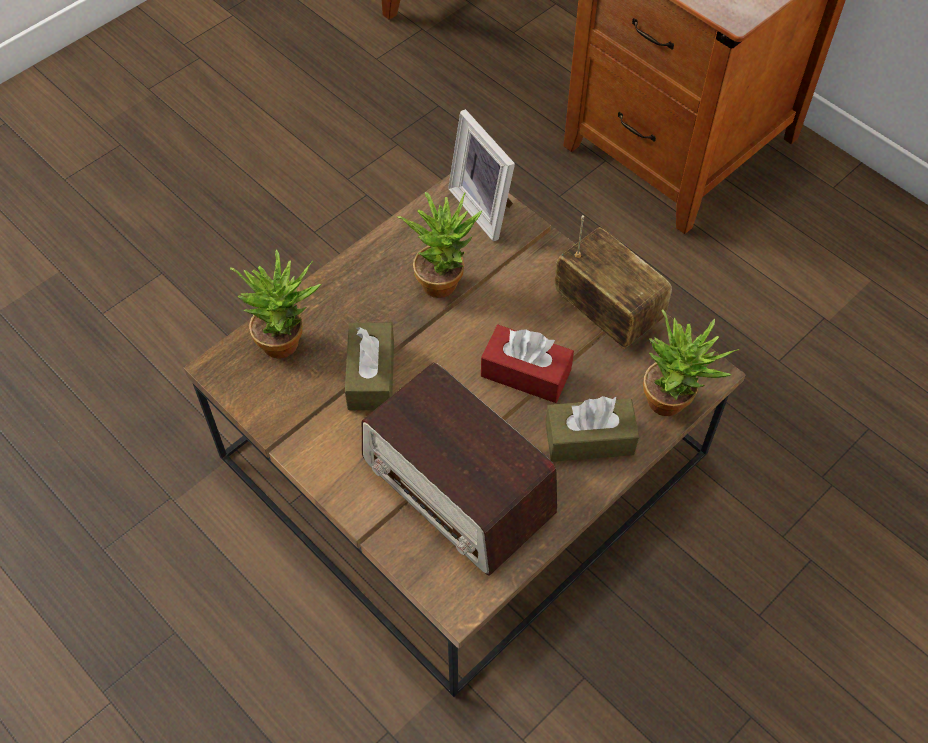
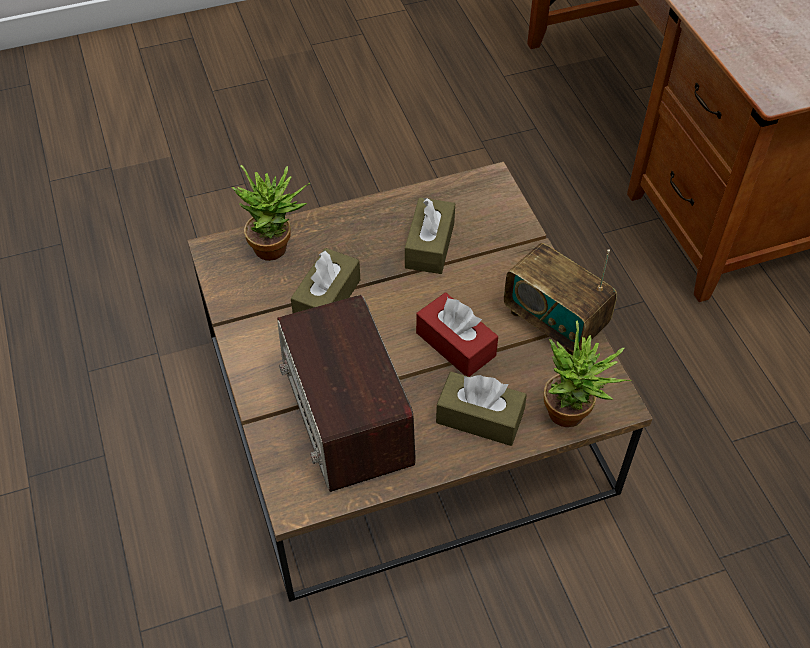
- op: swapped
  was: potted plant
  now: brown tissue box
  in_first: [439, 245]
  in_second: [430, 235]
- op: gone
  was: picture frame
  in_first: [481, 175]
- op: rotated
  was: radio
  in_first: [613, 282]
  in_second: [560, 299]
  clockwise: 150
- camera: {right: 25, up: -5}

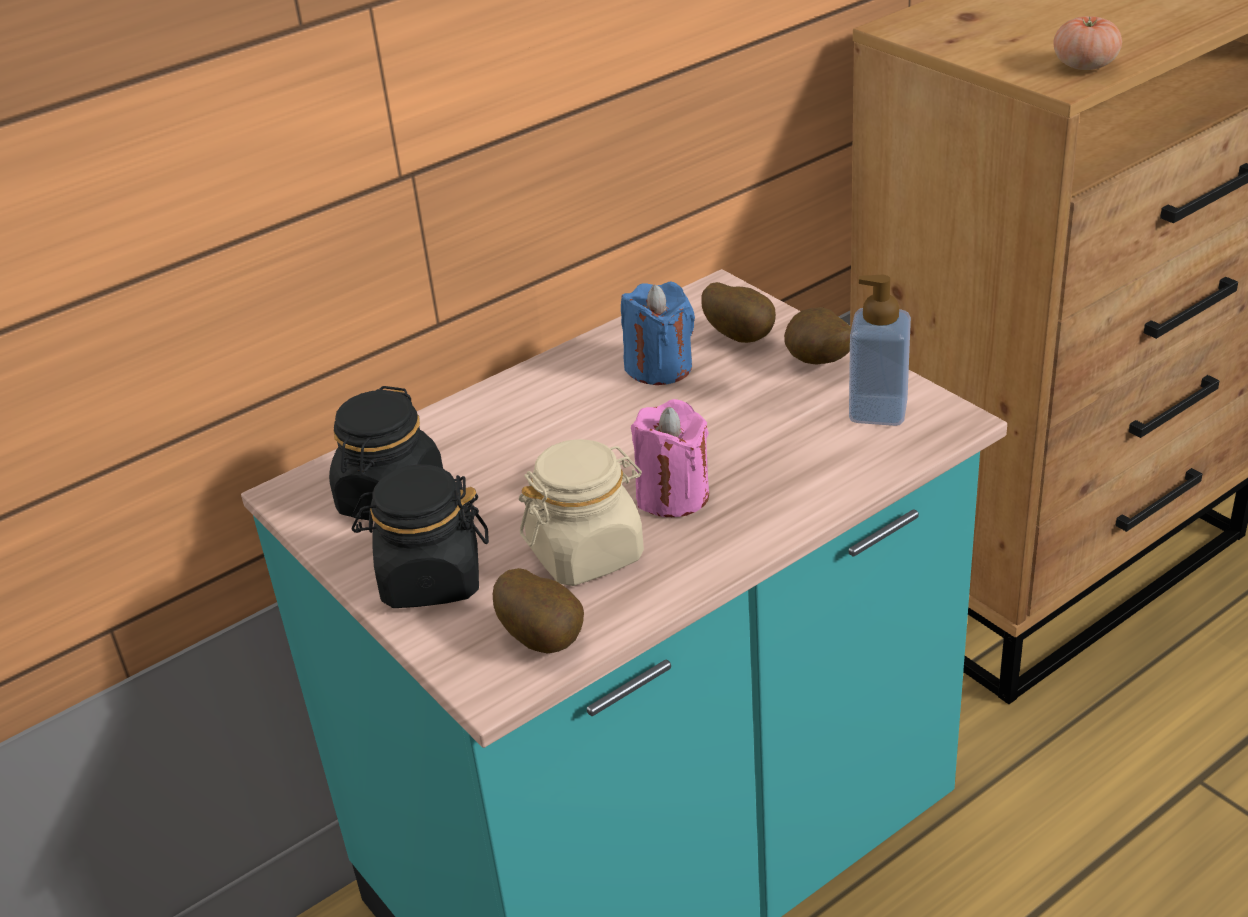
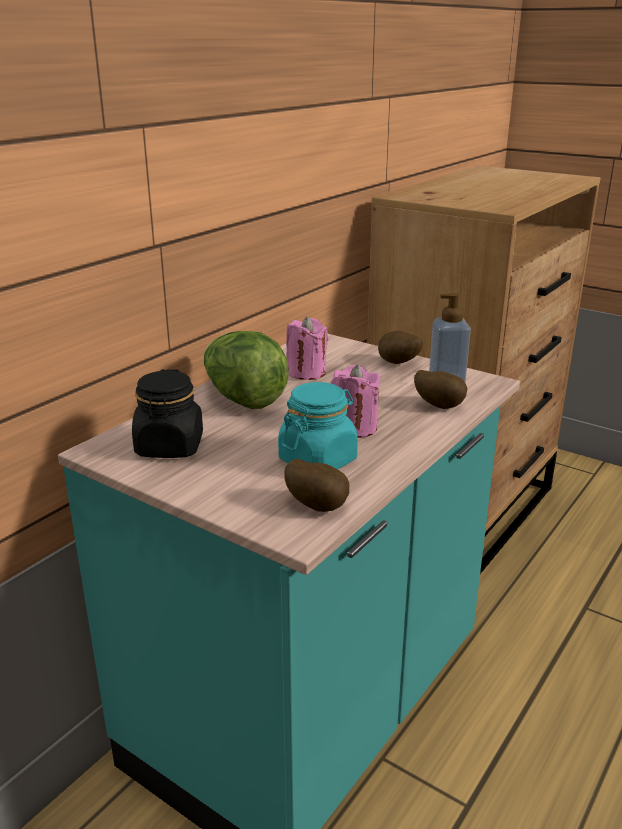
- op: gone
  was: black jar
  in_first: [420, 536]
- op: repainted
  was: beige jar
  now: turquoise jar
  in_first: [581, 512]
  in_second: [318, 425]
- op: repainted
  was: blue candle
  now: pink candle
  in_first: [658, 333]
  in_second: [307, 348]
- op: shifted
  was: potato
  in_first: [738, 312]
  in_second: [440, 389]
- op: gone
  was: tomato
  in_first: [1087, 43]
- op: new
  now: lettuce
  in_second: [246, 370]
- camera: {right: -20, up: -10}

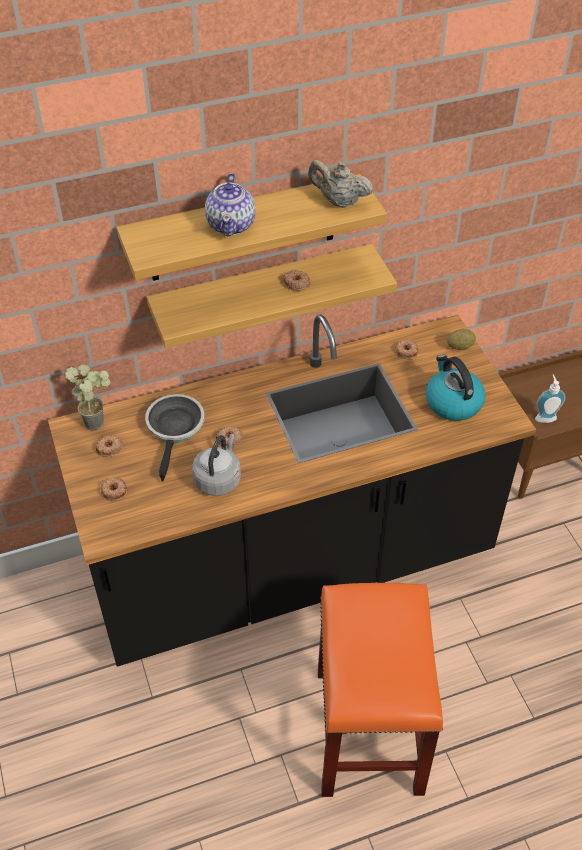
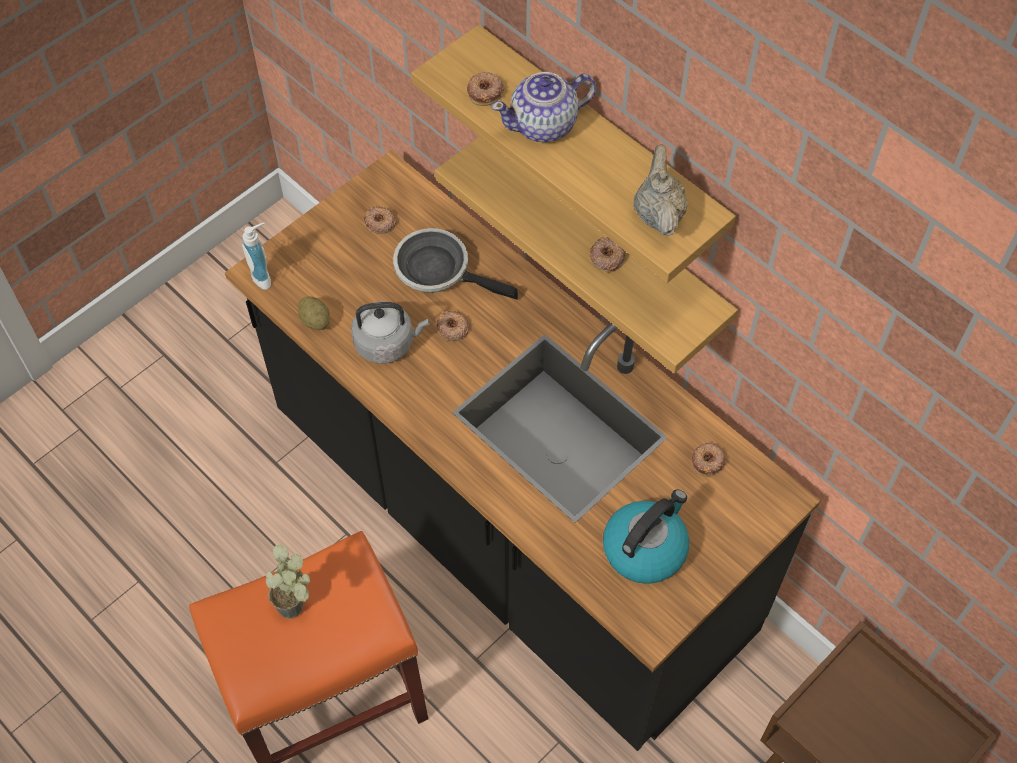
- op: shifted
  was: potted plant
  in_first: [88, 398]
  in_second: [288, 581]
- op: shifted
  was: donut
  in_first: [114, 489]
  in_second: [485, 89]
- op: rotated
  was: frying pan
  in_first: [175, 437]
  in_second: [455, 264]
  clockwise: -135
- op: shifted
  was: potato
  in_first: [461, 339]
  in_second: [314, 313]
- op: shifted
  was: soap dispenser
  in_first: [550, 398]
  in_second: [256, 256]
- camera: {right: 65, up: 10}

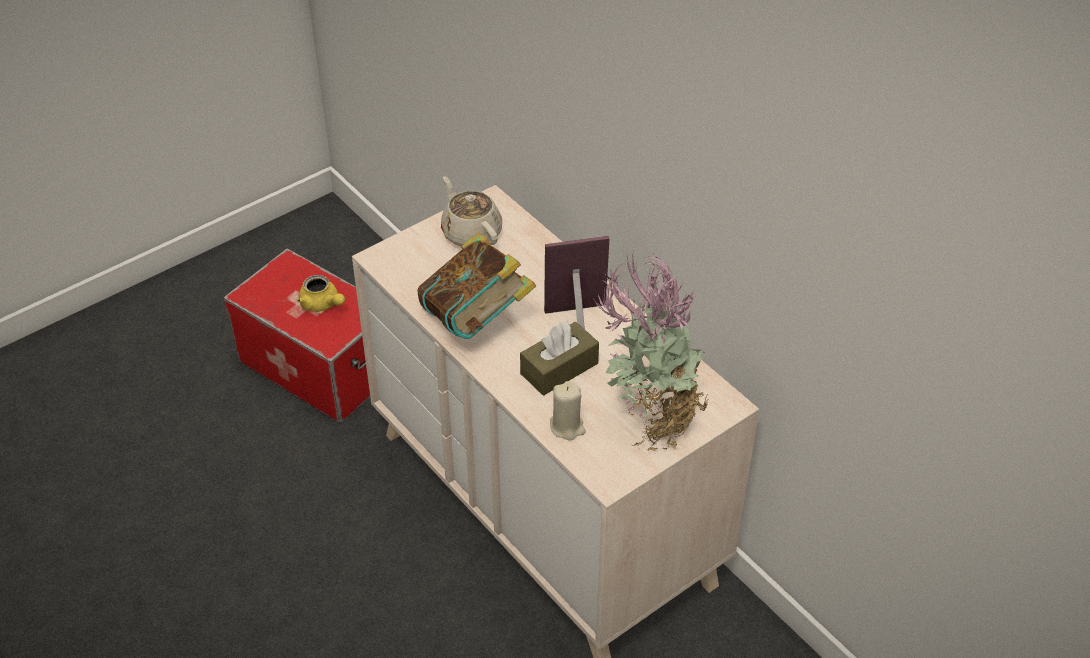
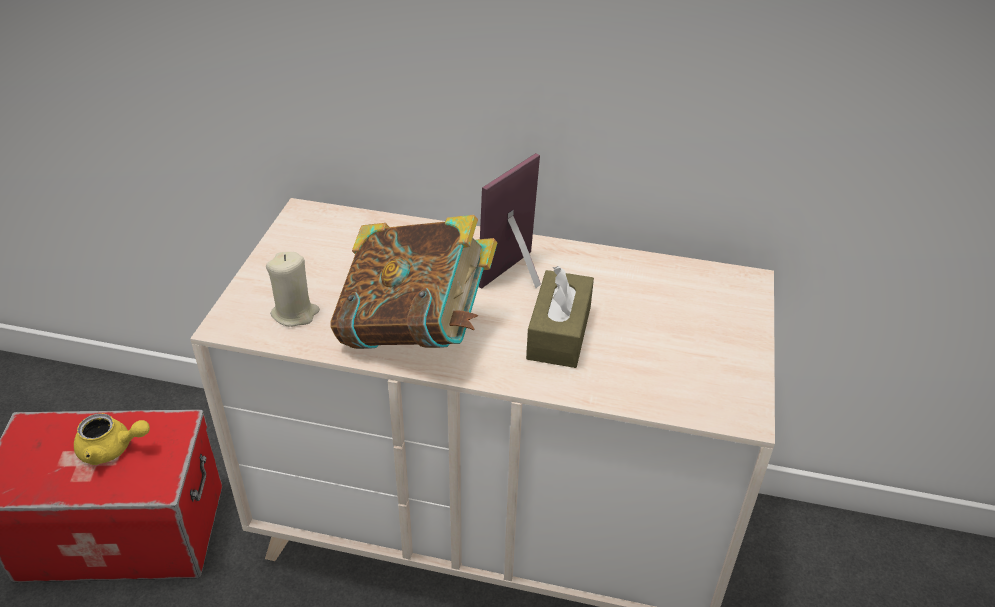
- op: gone
  was: beige teapot
  in_first: [471, 211]
- op: shifted
  was: beige candle
  in_first: [568, 410]
  in_second: [293, 289]
- op: gone
  was: potted plant
  in_first: [652, 351]
- camera: {right: -40, up: -5}

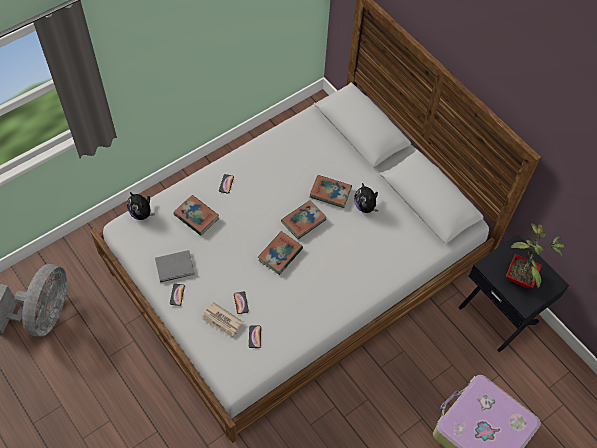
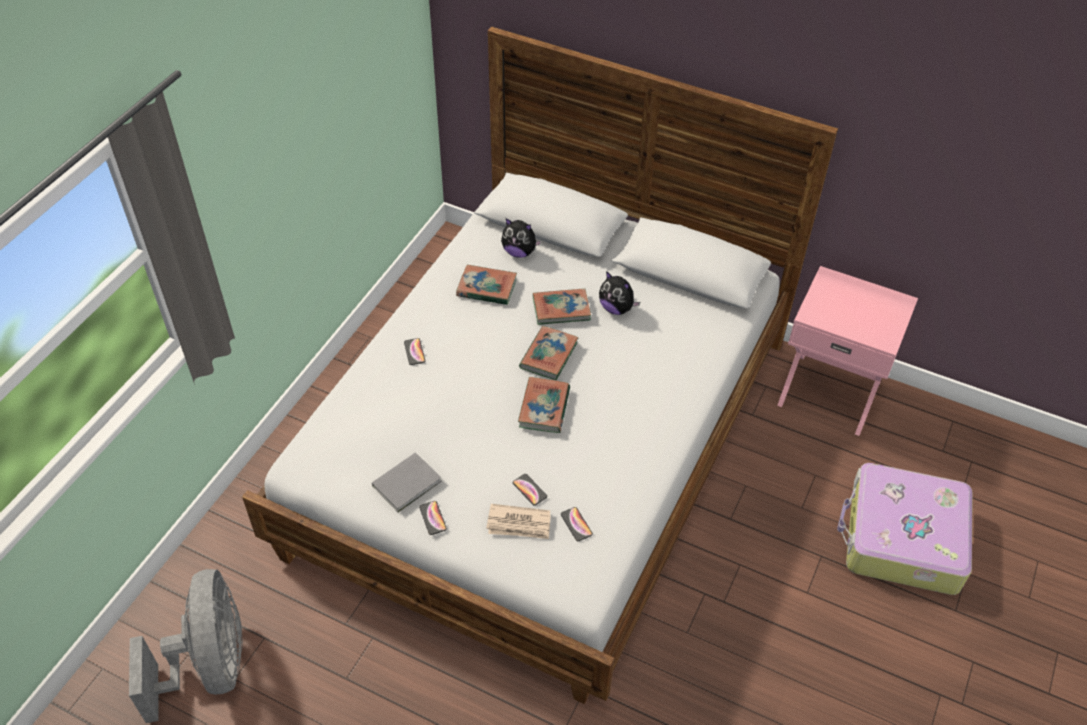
- op: shifted
  was: plush toy
  in_first: [141, 205]
  in_second: [521, 238]
- op: shifted
  was: book
  in_first: [196, 215]
  in_second: [486, 285]
- op: repainted
  was: black nightstand
  now: pink nightstand
  in_first: [513, 293]
  in_second: [847, 351]
- op: gone
  was: potted plant
  in_first: [536, 256]
- camera: {right: -25, up: -10}

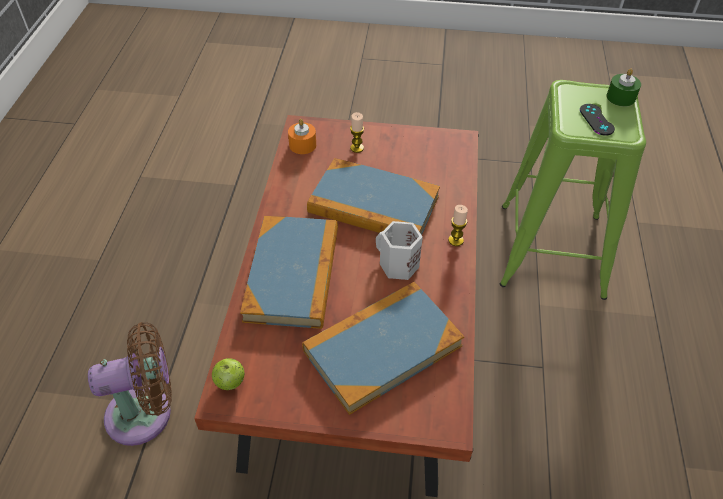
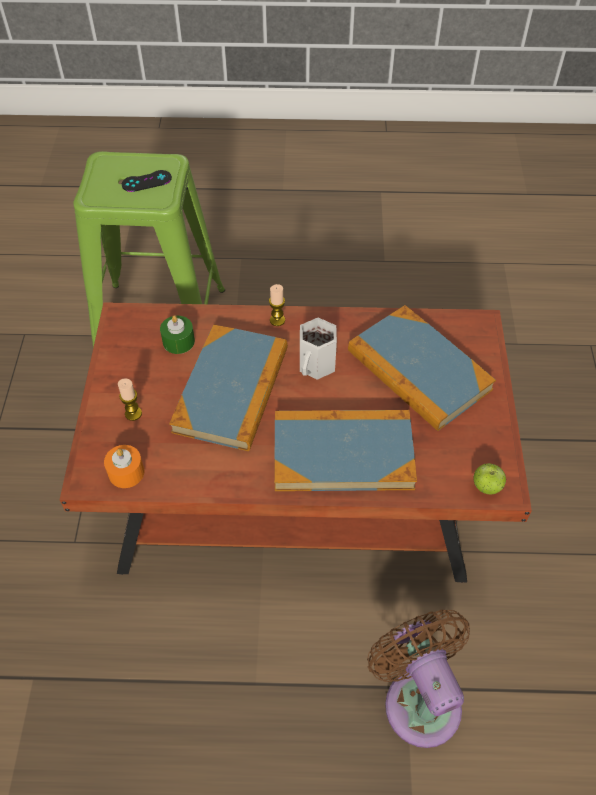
- op: shifted
  was: green candle
  in_first: [623, 88]
  in_second: [177, 334]
- camera: {right: -95, up: 5}

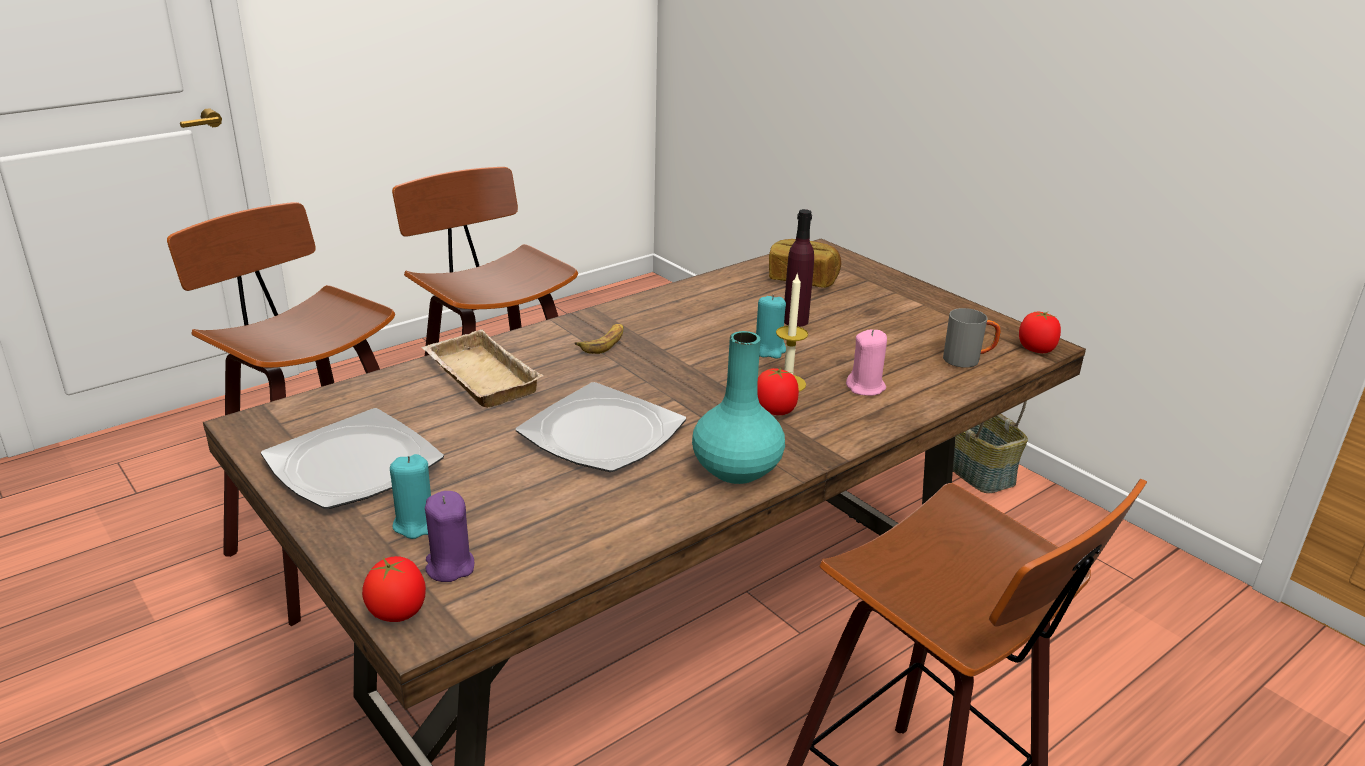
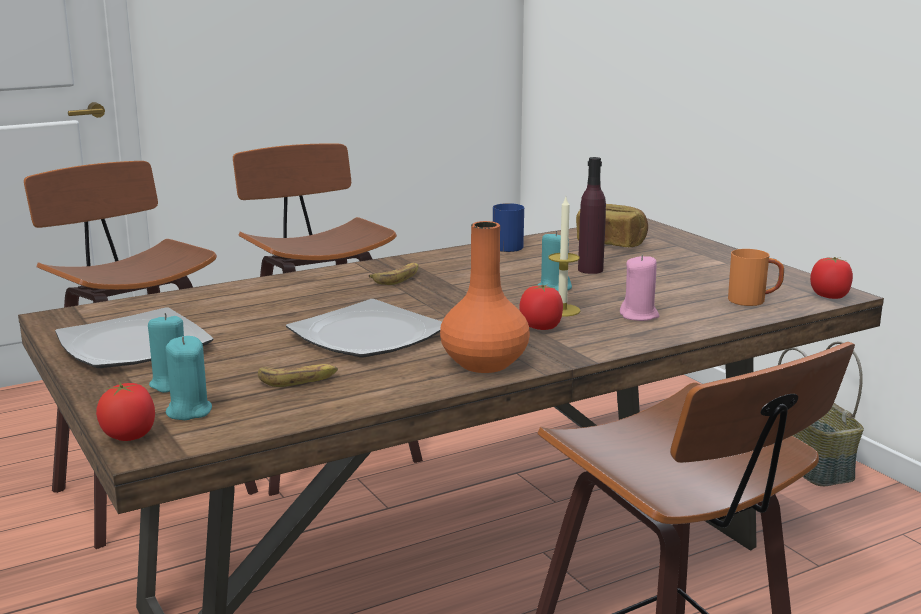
- op: gone
  was: beige tray
  in_first: [482, 369]
- op: repainted
  was: purple candle
  now: turquoise candle
  in_first: [449, 536]
  in_second: [189, 378]
- op: repainted
  was: turquoise vase
  now: orange vase
  in_first: [738, 407]
  in_second: [485, 297]
- op: repainted
  was: grey mug
  now: orange mug
  in_first: [972, 338]
  in_second: [756, 277]
- op: new
  now: banana
  in_second: [298, 375]
- op: new
  now: blue mug
  in_second: [508, 227]
- camera: {right: 10, up: -10}

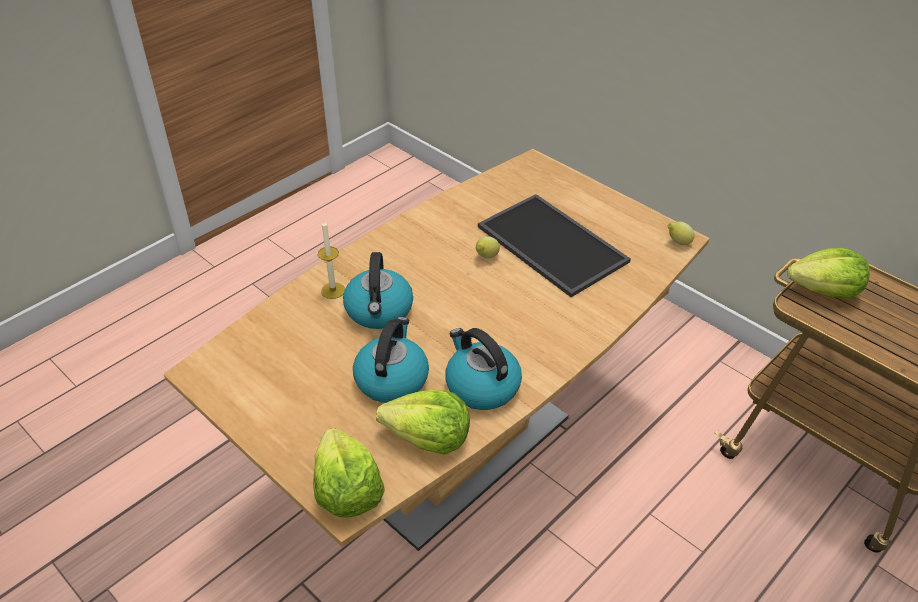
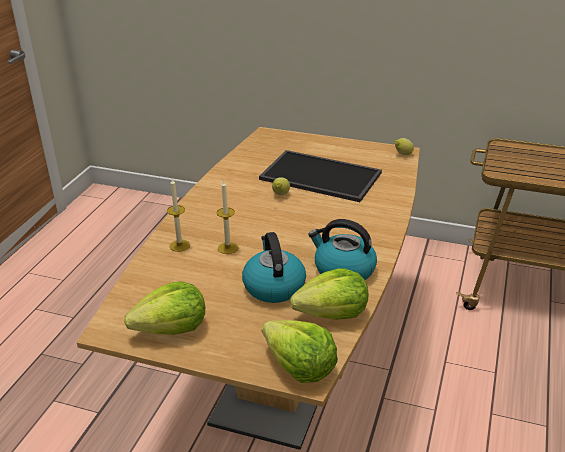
- op: swapped
  was: kettle
  now: candle
  in_first: [378, 290]
  in_second: [228, 217]
- op: shifted
  was: lettuce
  in_first: [828, 273]
  in_second: [164, 308]
- camera: {right: -25, up: -10}

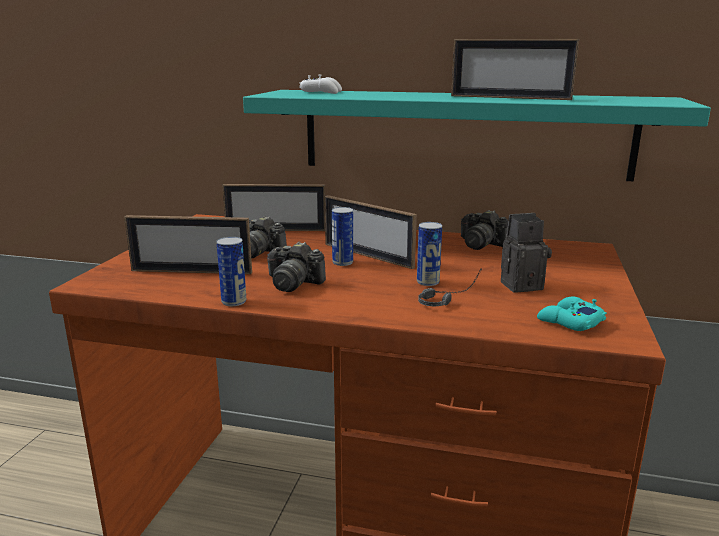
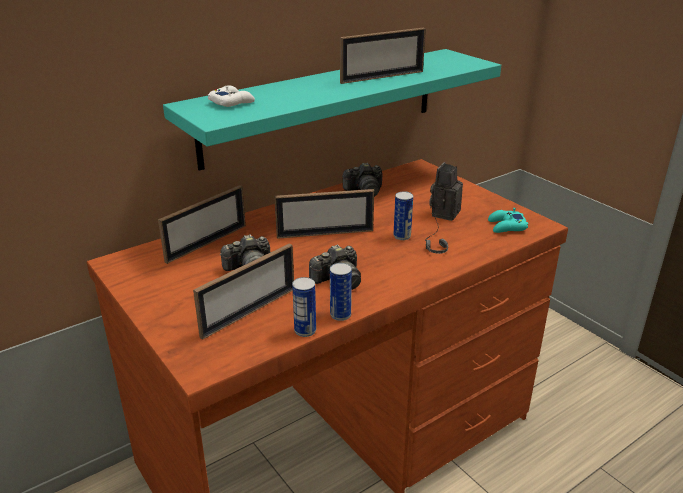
- op: shifted
  was: can
  in_first: [342, 236]
  in_second: [304, 307]
- camera: {right: -50, up: 10}

